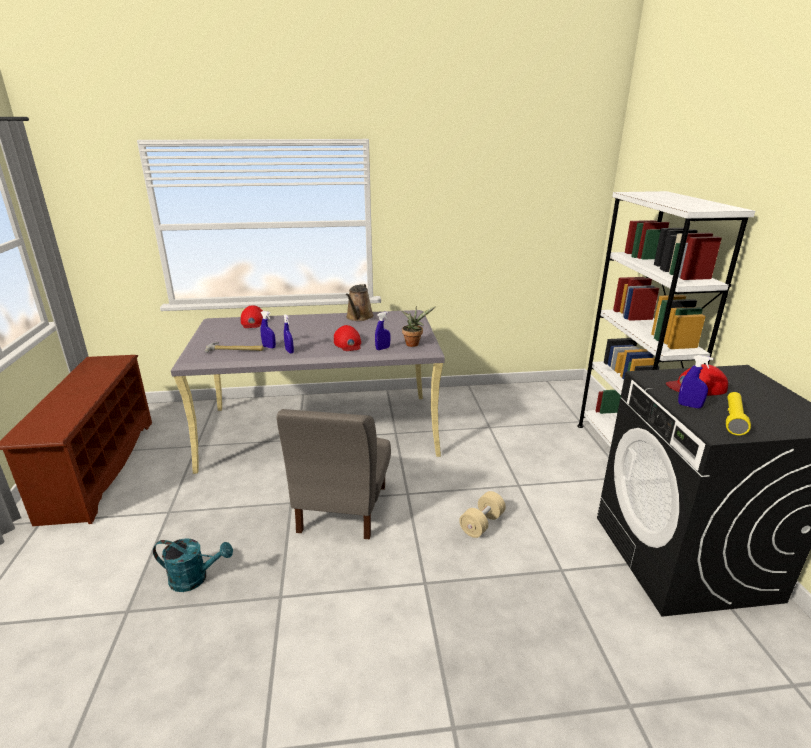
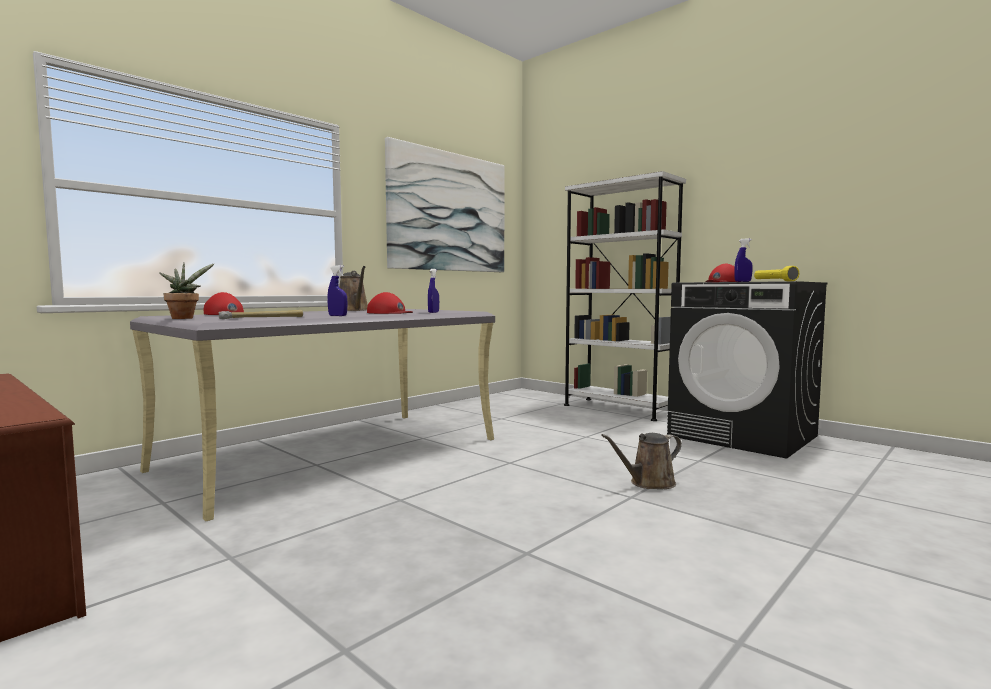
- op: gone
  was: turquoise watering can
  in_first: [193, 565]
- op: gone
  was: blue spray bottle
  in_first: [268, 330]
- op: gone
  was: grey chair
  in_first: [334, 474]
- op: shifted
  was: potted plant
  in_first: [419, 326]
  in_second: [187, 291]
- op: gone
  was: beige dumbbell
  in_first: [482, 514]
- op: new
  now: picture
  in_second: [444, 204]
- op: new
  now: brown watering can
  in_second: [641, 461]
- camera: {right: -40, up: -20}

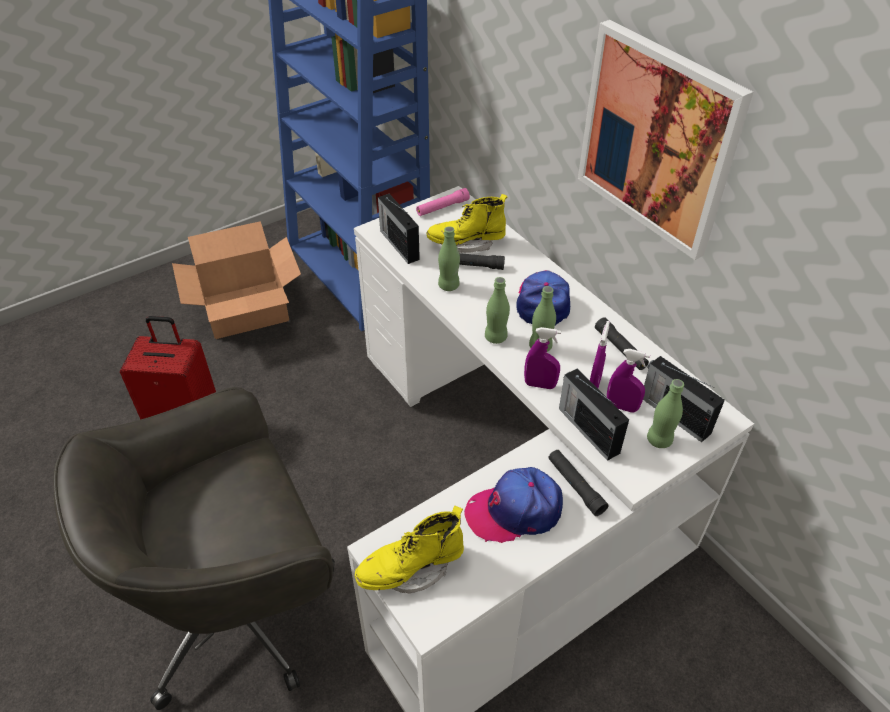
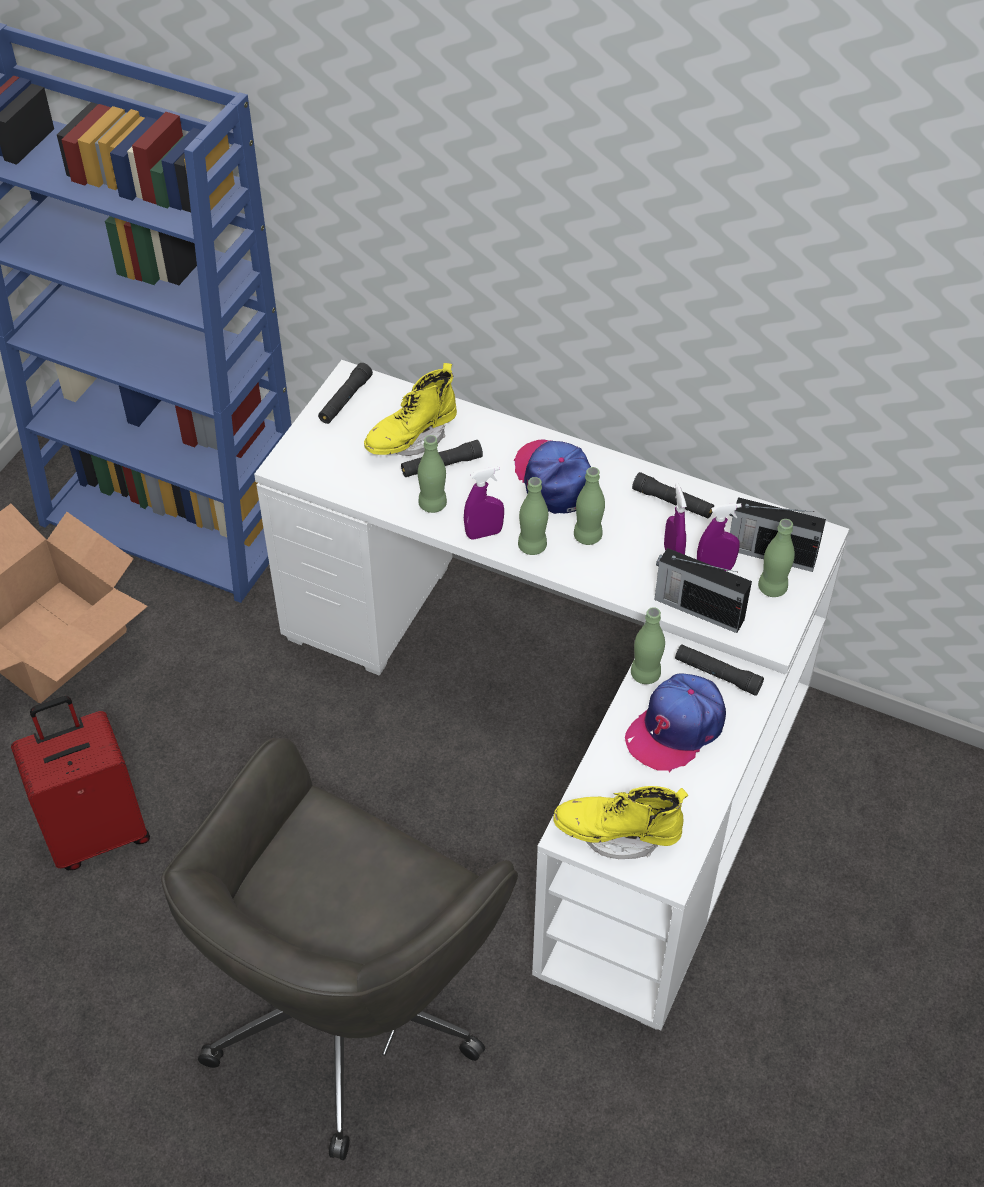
- op: rotated
  was: yellow boot
  in_first: [409, 550]
  in_second: [620, 822]
  clockwise: 60
- op: gone
  was: radio
  in_first: [399, 229]
- op: repainted
  was: pink flashlight
  now: black flashlight
  in_first: [443, 202]
  in_second: [345, 393]
- op: shifted
  was: purple spray bottle
  in_first: [542, 358]
  in_second: [484, 503]
- op: gone
  was: picture
  in_first: [665, 140]
- op: new
  now: green bottle
  in_second: [648, 645]
- camera: {right: -30, up: 5}

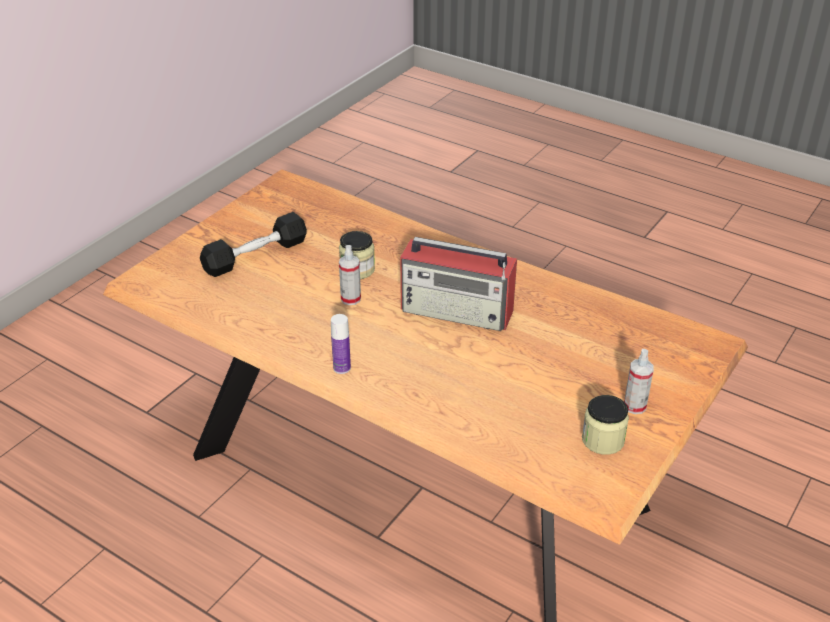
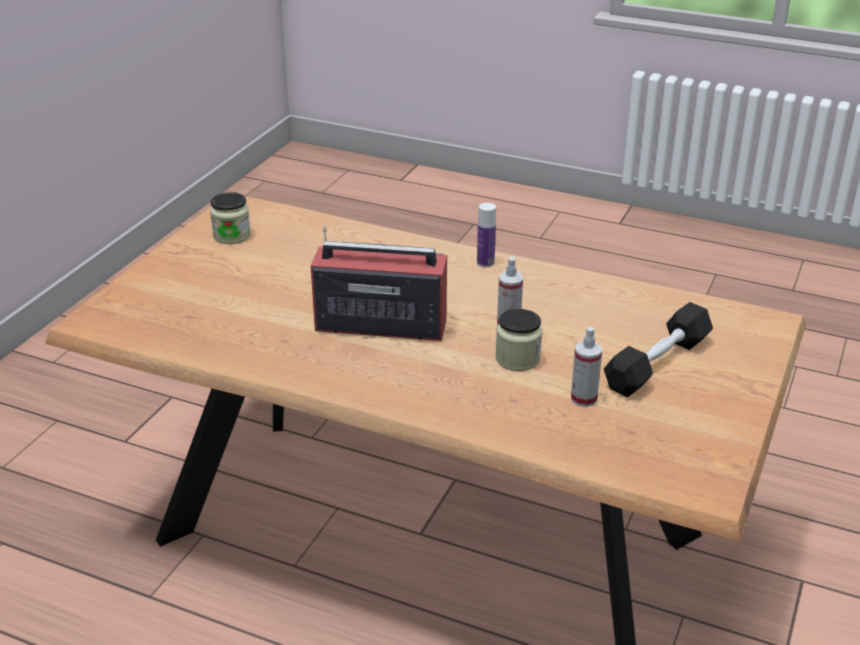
- op: shifted
  was: spray bottle
  in_first: [639, 381]
  in_second: [586, 367]
- camera: {right: 170, up: -5}

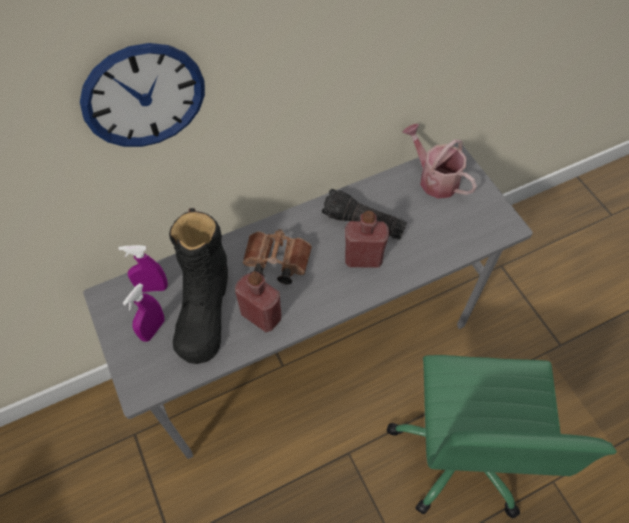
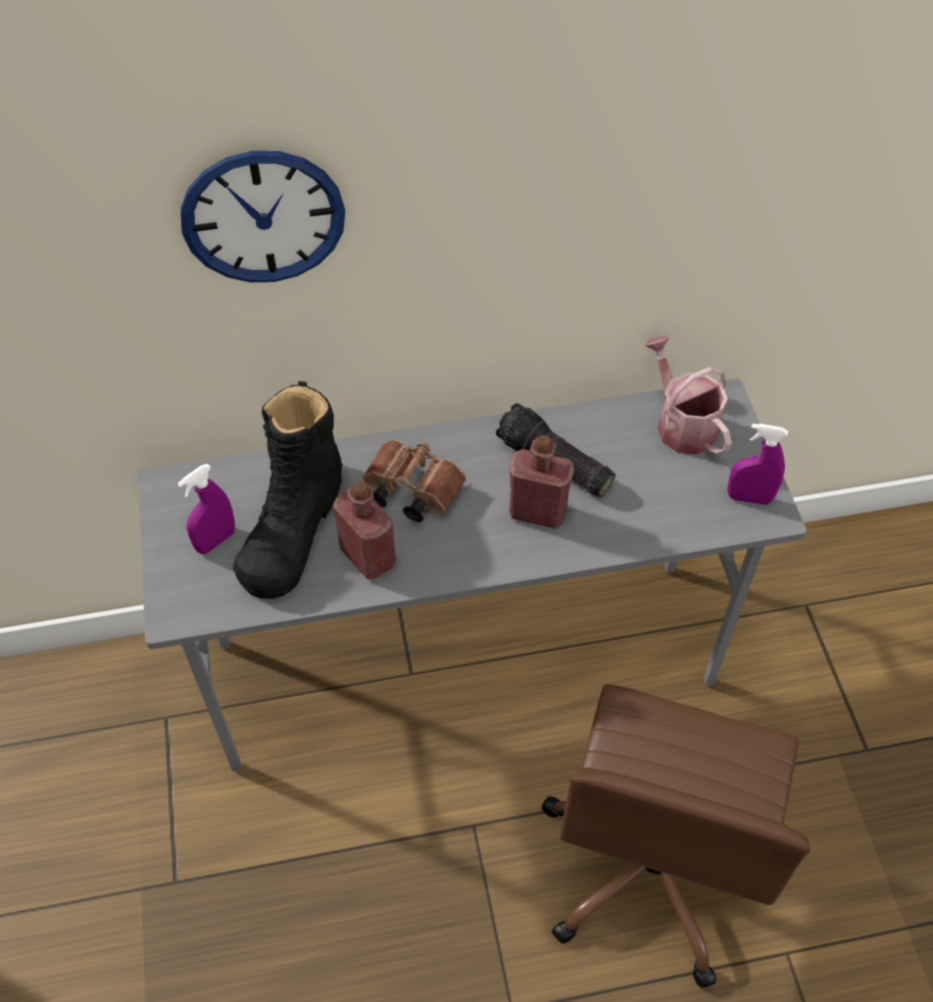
- op: shifted
  was: purple spray bottle
  in_first: [143, 268]
  in_second: [758, 464]
- op: repainted
  was: green office chair
  now: brown office chair
  in_first: [502, 436]
  in_second: [676, 836]
- camera: {right: 15, up: -5}

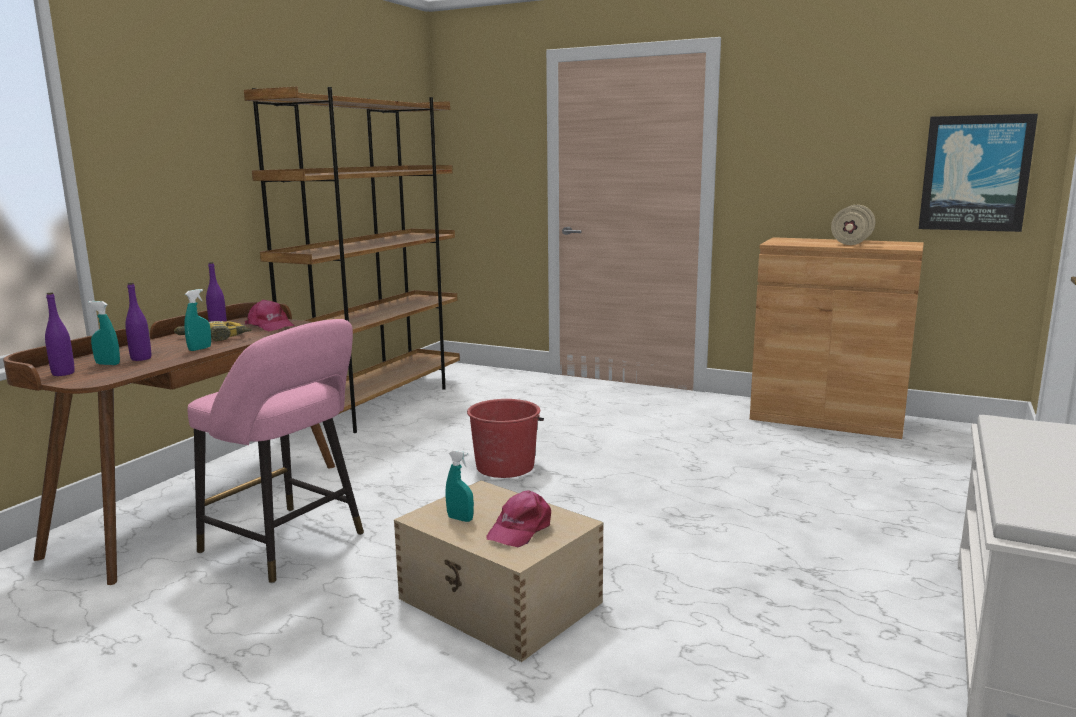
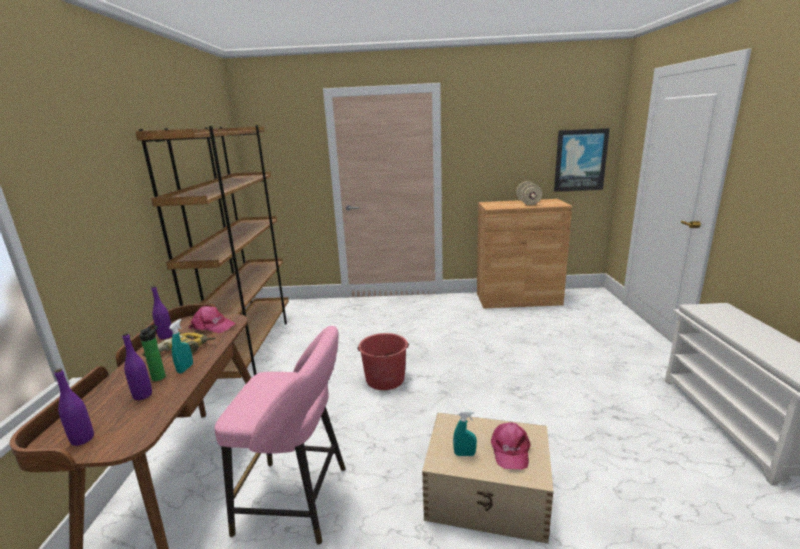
- op: gone
  was: turquoise spray bottle
  in_first: [104, 333]
- op: new
  now: bottle
  in_second: [153, 353]
- camera: {right: -25, up: 5}

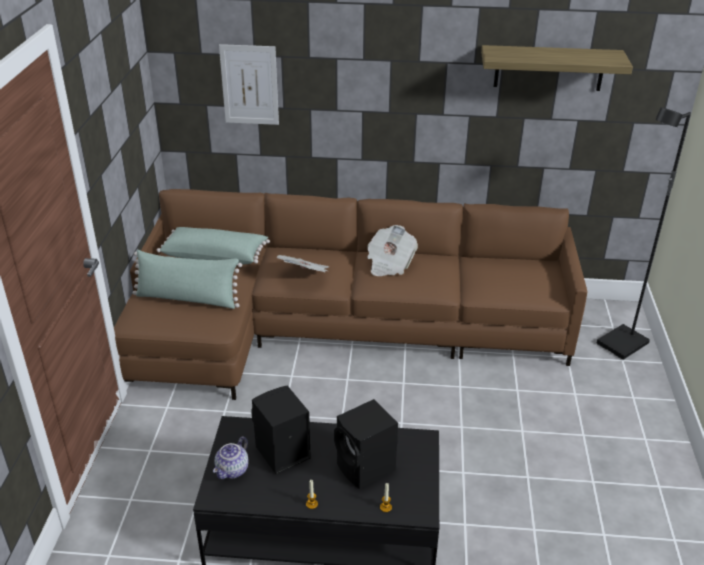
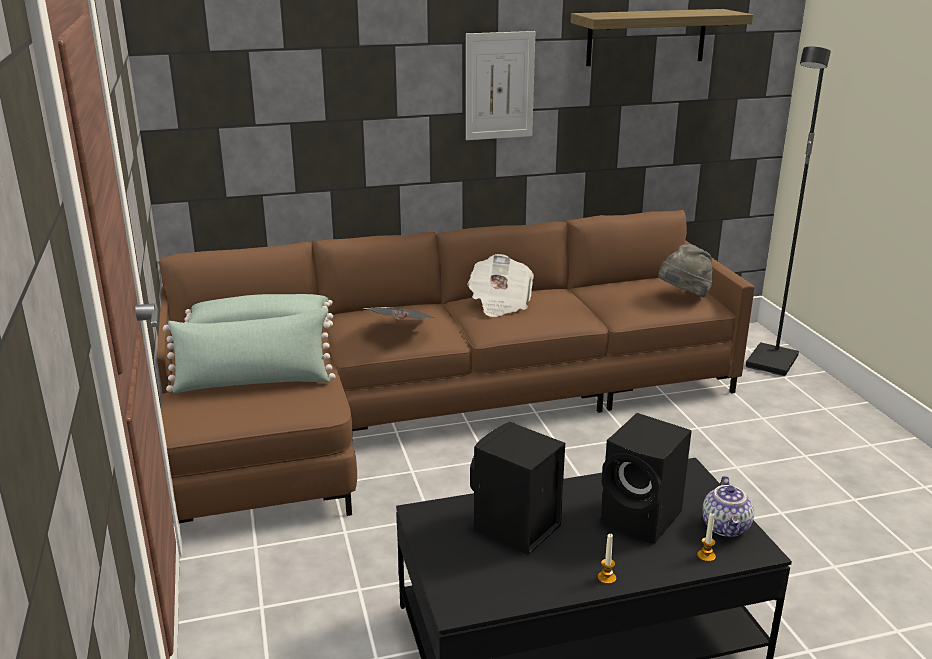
- op: shifted
  was: teapot
  in_first: [231, 458]
  in_second: [728, 507]
- op: shifted
  was: picture
  in_first: [249, 84]
  in_second: [500, 85]
- op: new
  now: grey hat
  in_second: [685, 270]
- camera: {right: -20, up: -10}

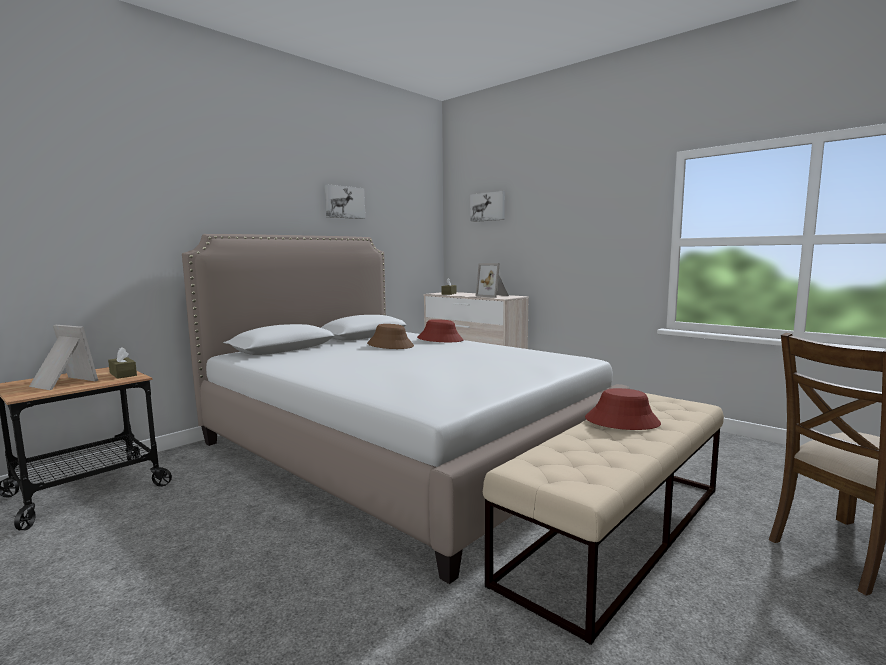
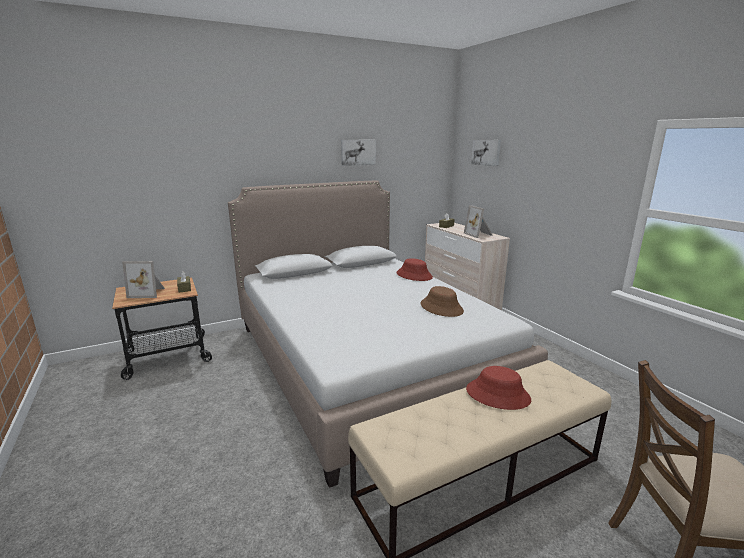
- op: rotated
  was: picture frame
  in_first: [63, 357]
  in_second: [143, 279]
  clockwise: 135
- op: shifted
  was: brown hat
  in_first: [390, 336]
  in_second: [442, 301]
- camera: {right: 20, up: 10}

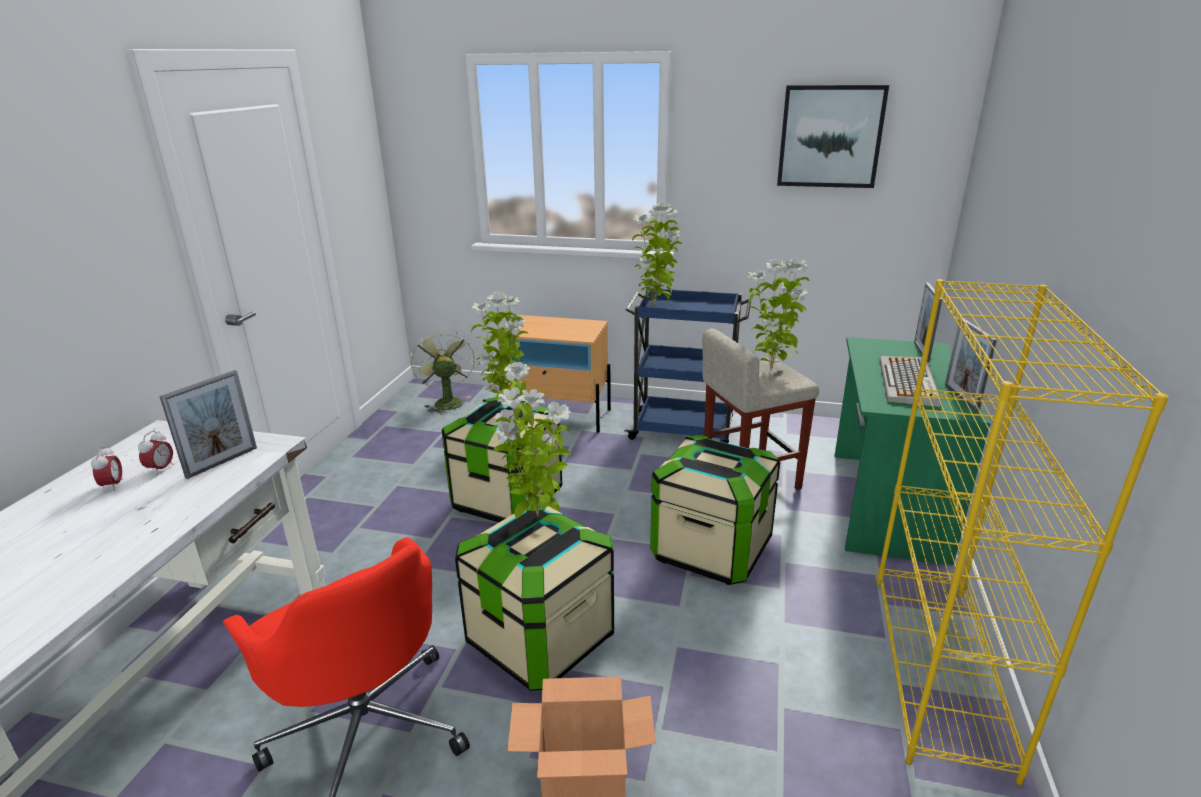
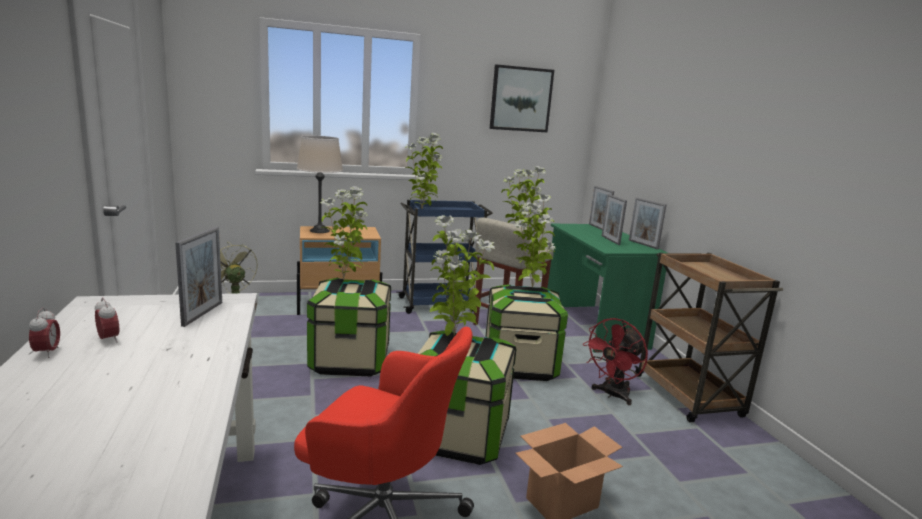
- op: shifted
  was: alarm clock
  in_first: [155, 453]
  in_second: [44, 333]
- op: swapped
  was: yellow bookcase
  now: brown cart
  in_first: [1022, 532]
  in_second: [708, 337]
- op: swapped
  was: keyboard
  now: picture frame
  in_first: [910, 381]
  in_second: [614, 219]
- op: new
  now: beige table lamp
  in_second: [320, 184]
- op: new
  now: potted plant
  in_second: [534, 241]
- op: new
  now: red fan
  in_second: [615, 361]
- camera: {right: -30, up: -10}

